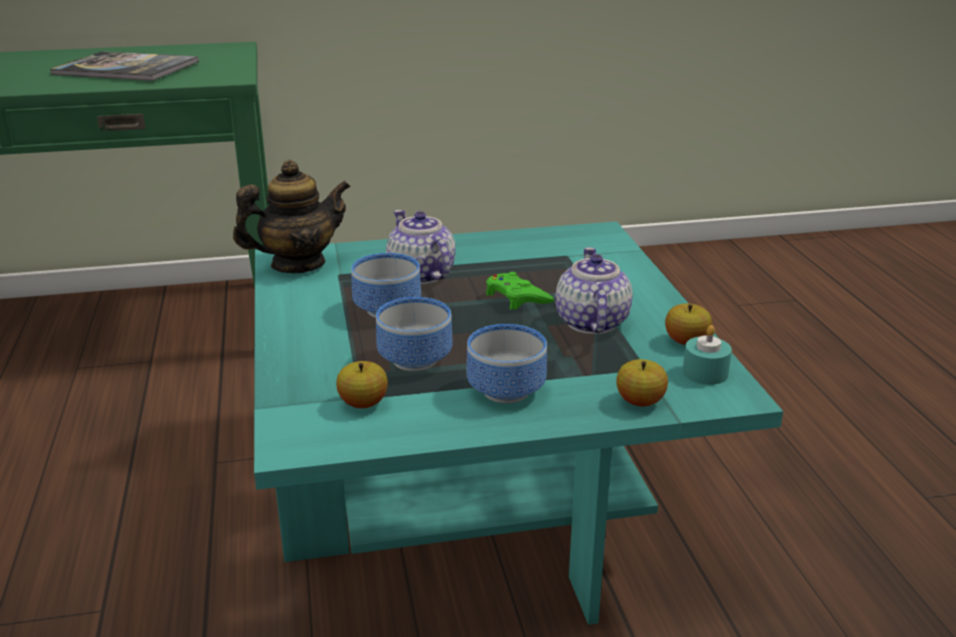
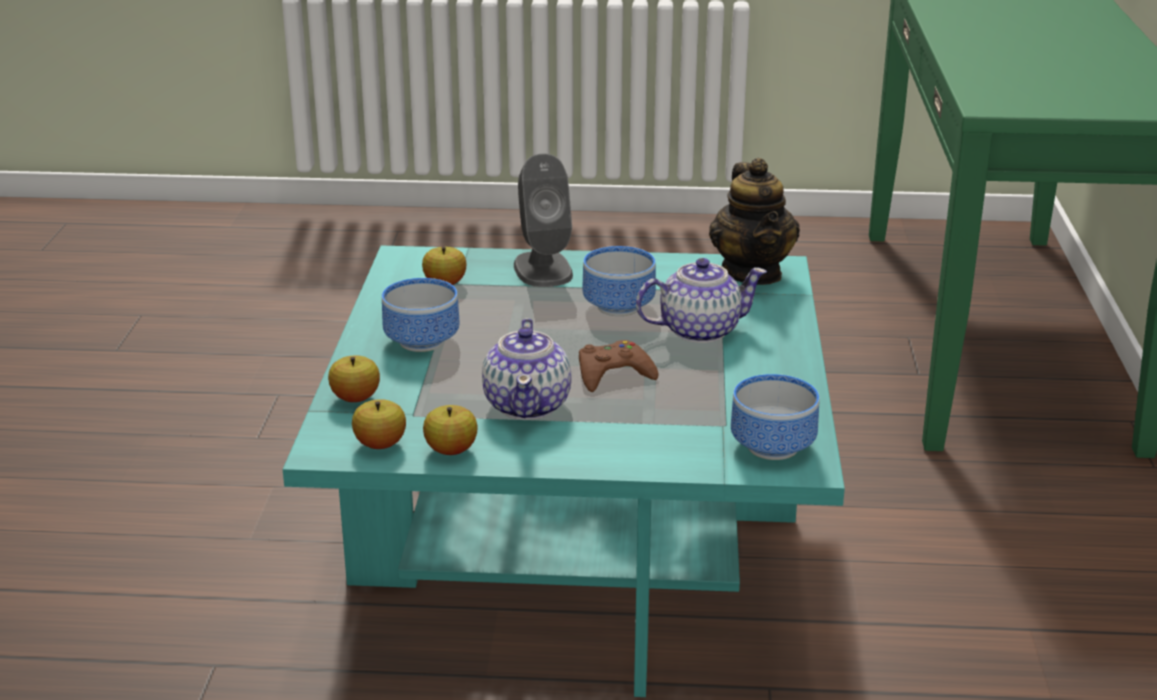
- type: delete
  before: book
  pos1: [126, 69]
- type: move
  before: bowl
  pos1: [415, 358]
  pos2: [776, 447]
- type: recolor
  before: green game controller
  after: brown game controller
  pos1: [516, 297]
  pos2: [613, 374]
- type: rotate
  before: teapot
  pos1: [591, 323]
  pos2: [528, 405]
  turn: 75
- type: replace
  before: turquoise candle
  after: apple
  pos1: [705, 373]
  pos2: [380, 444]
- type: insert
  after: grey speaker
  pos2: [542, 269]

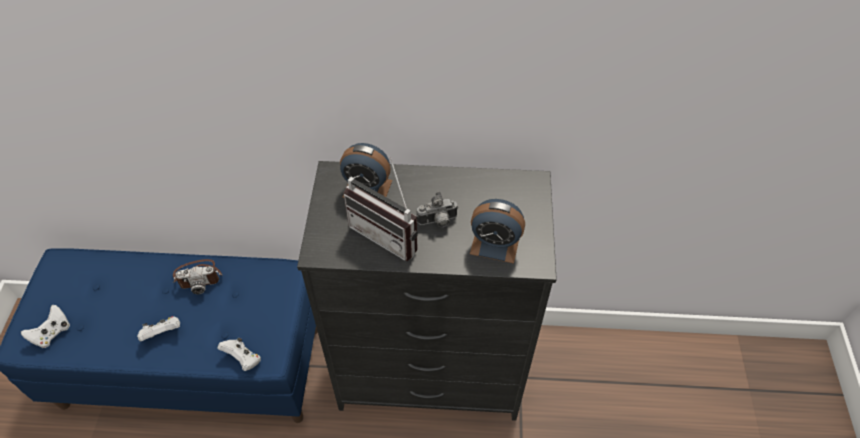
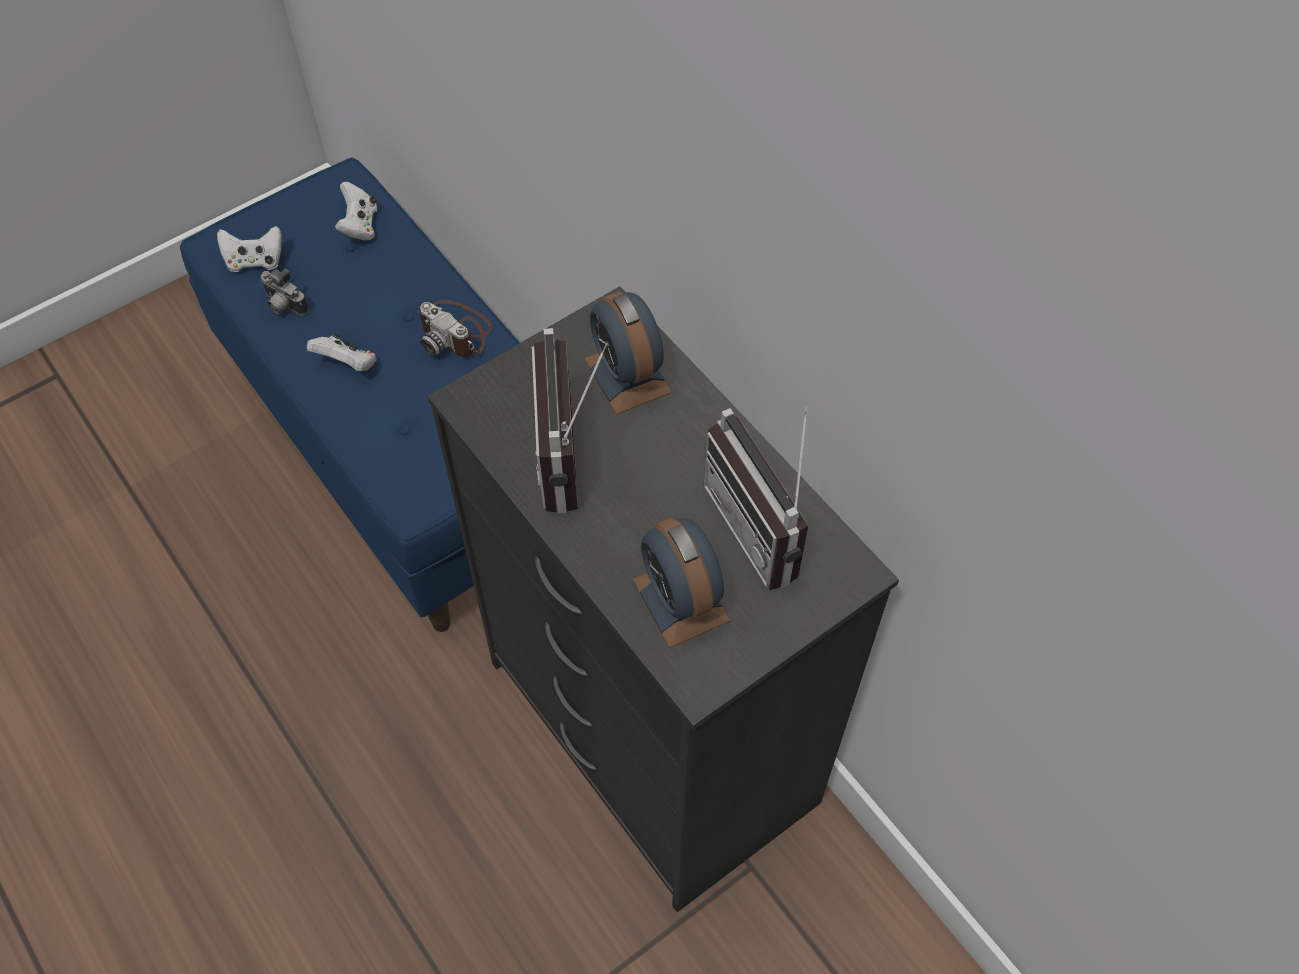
- type: move
  before: white game controller
  pos1: [243, 359]
  pos2: [360, 225]
- type: move
  before: photo camera
  pos1: [438, 222]
  pos2: [284, 306]
- type: insert
  after: radio
  pos2: [766, 527]

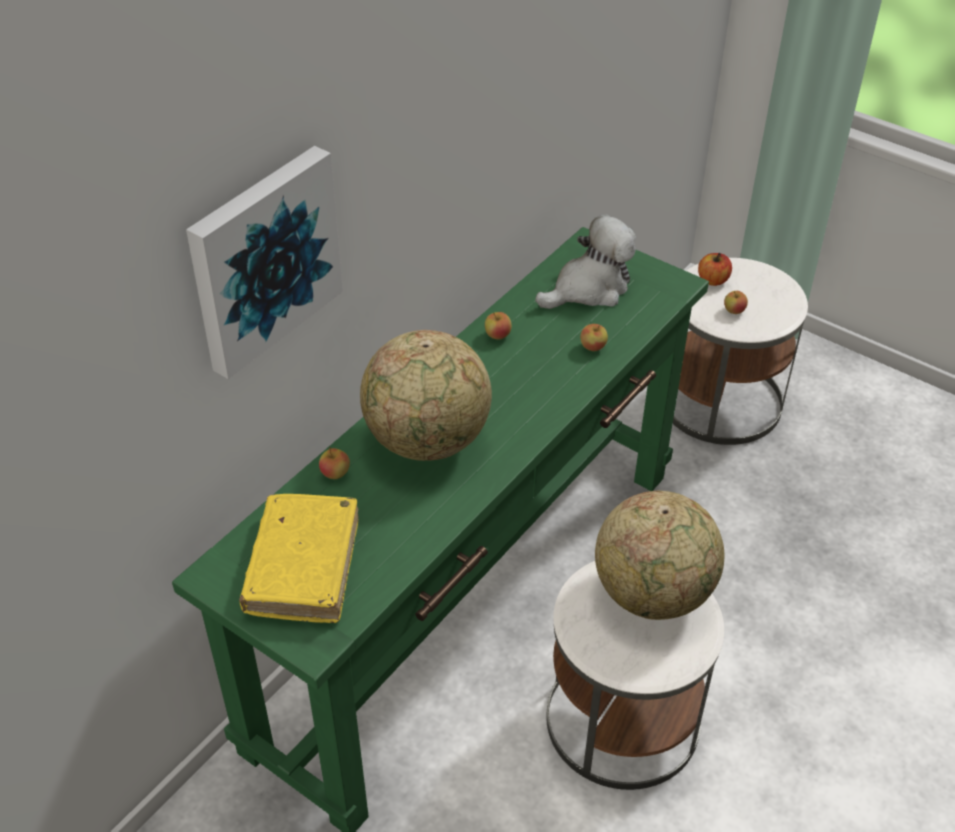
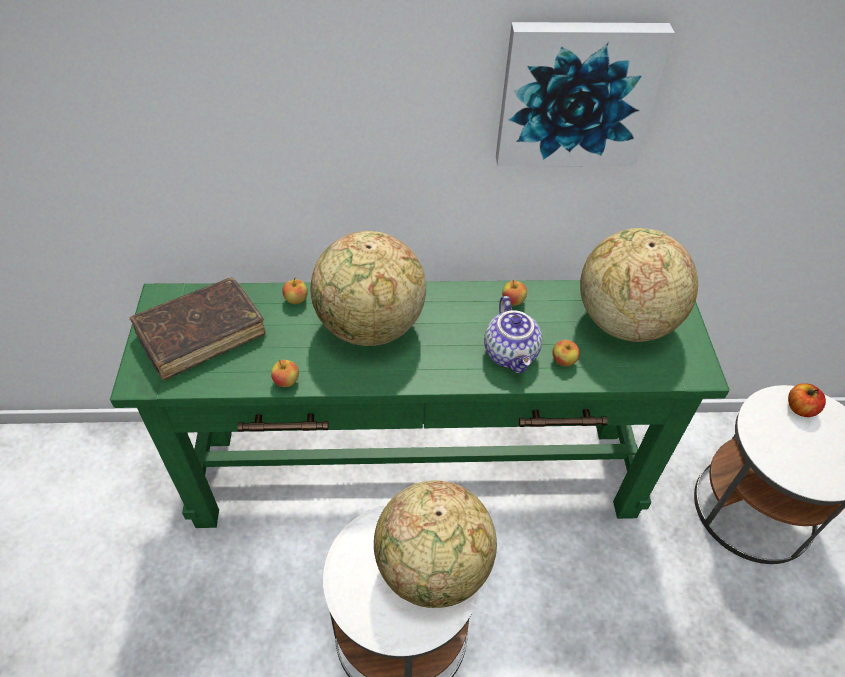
- type: move
  before: picture
  pos1: [263, 259]
  pos2: [576, 94]
- type: recolor
  before: yellow book
  after: brown book
  pos1: [303, 567]
  pos2: [201, 334]
- type: replace
  before: plush toy
  after: globe
  pos1: [589, 289]
  pos2: [624, 322]
- type: move
  before: apple
  pos1: [734, 311]
  pos2: [286, 381]
- type: insert
  after: teapot
  pos2: [512, 354]

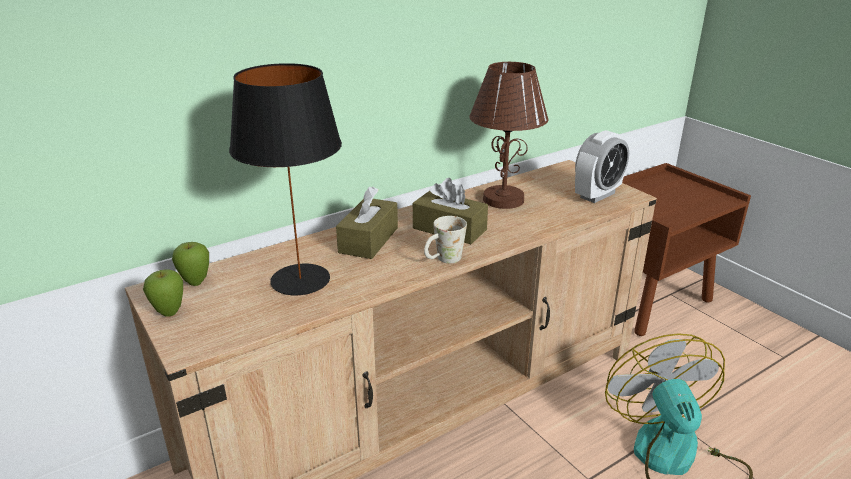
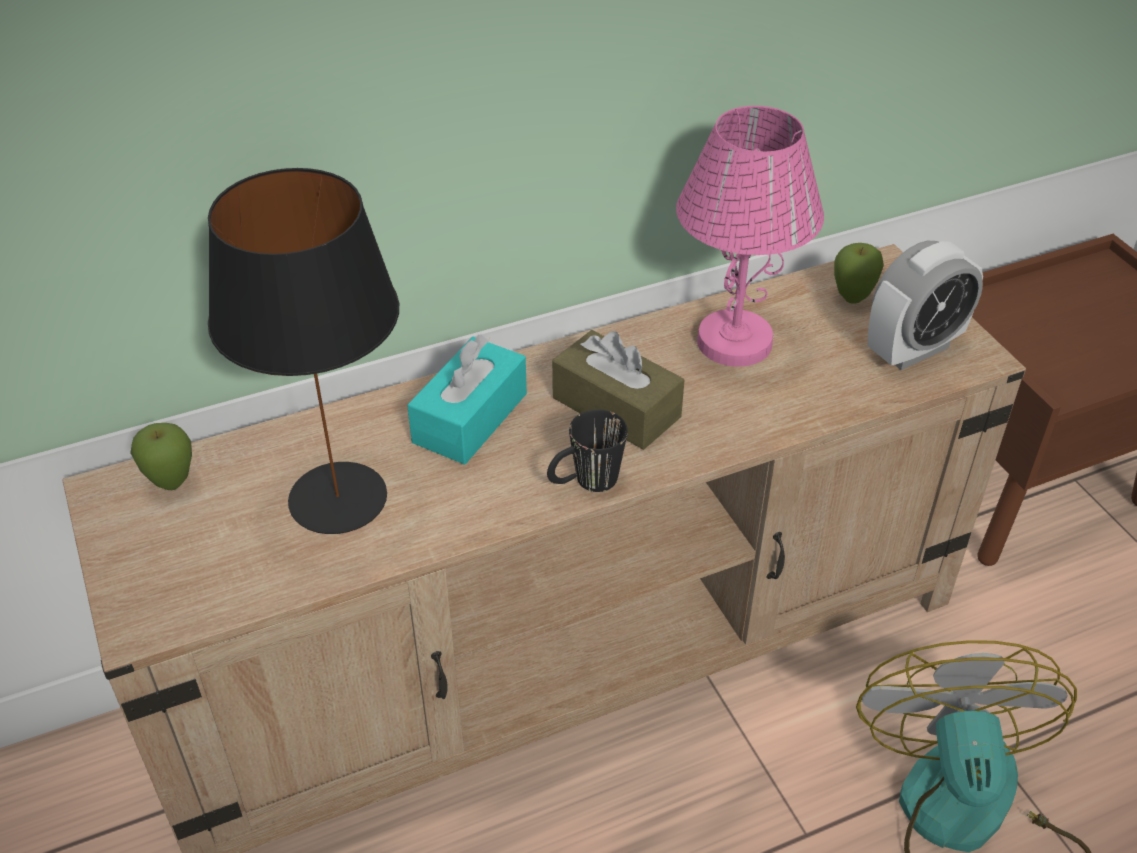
- type: move
  before: apple
  pos1: [169, 313]
  pos2: [852, 299]
- type: recolor
  before: brown tissue box
  after: turquoise tissue box
  pos1: [368, 240]
  pos2: [470, 418]
- type: recolor
  before: white mug
  after: black mug
  pos1: [443, 260]
  pos2: [585, 483]
- type: recolor
  before: brown table lamp
  after: pink table lamp
  pos1: [503, 199]
  pos2: [734, 341]

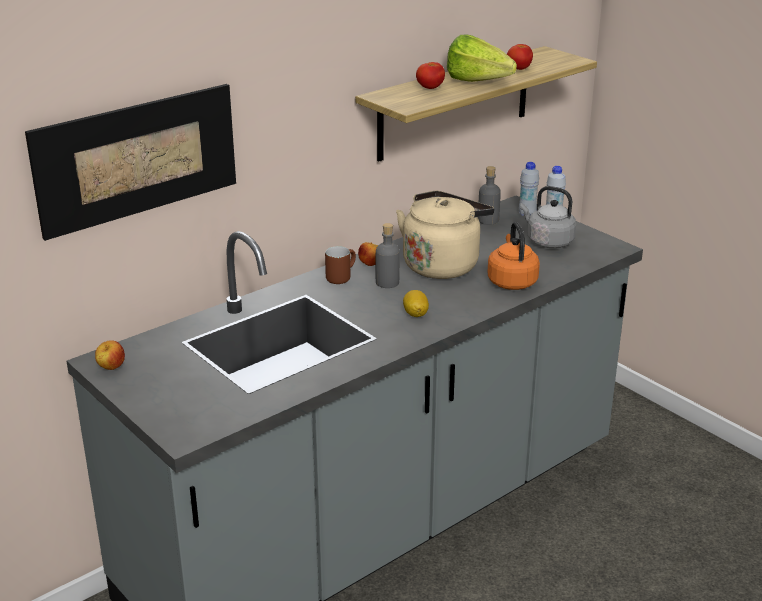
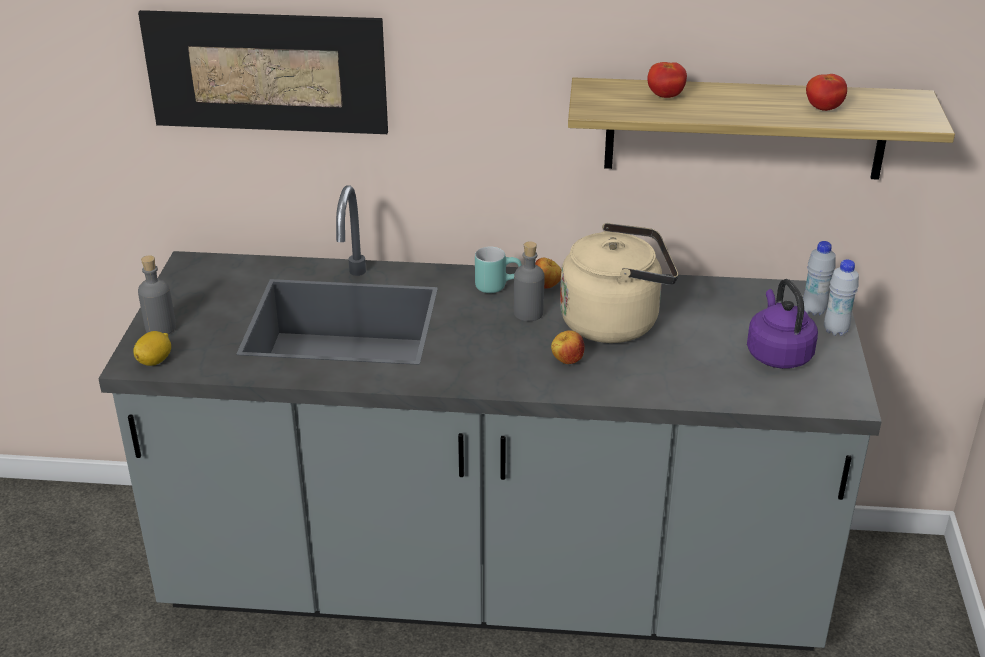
- type: move
  before: apple
  pos1: [111, 368]
  pos2: [567, 361]
- type: recolor
  before: brown mug
  after: turquoise mug
  pos1: [340, 277]
  pos2: [497, 285]
- type: move
  before: lemon
  pos1: [415, 314]
  pos2: [155, 361]
- type: delete
  before: lettuce
  pos1: [482, 83]
- type: move
  before: grey bottle
  pos1: [488, 220]
  pos2: [160, 328]
- type: delete
  before: orange kettle
  pos1: [511, 281]
- type: recolor
  before: grey kettle
  after: purple kettle
  pos1: [547, 241]
  pos2: [777, 353]

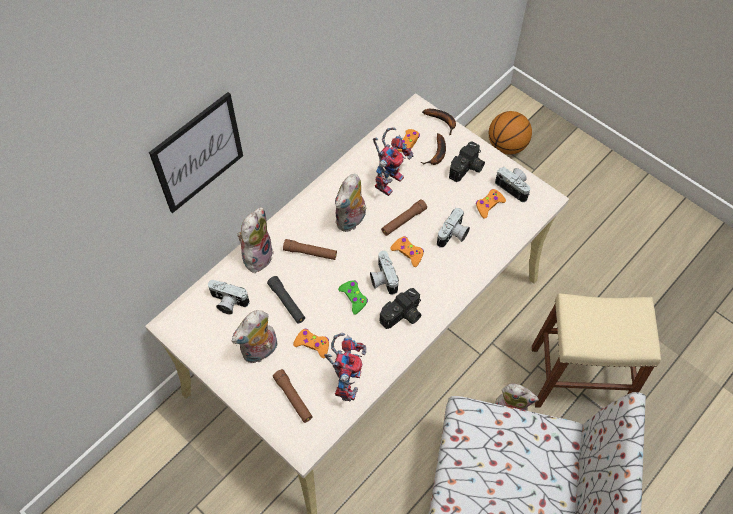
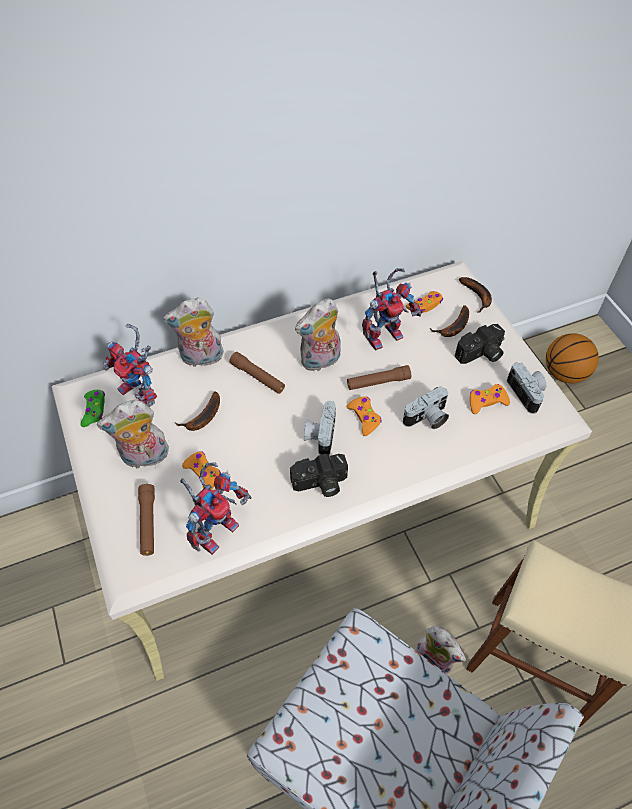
- type: delete
  before: picture
  pos1: [198, 153]
- type: replace
  before: photo camera
  after: toy robot
  pos1: [227, 302]
  pos2: [142, 394]
- type: rotate
  before: plush toy
  pos1: [257, 255]
  pos2: [201, 358]
  turn: -150
- type: replace
  before: black flashlight
  after: banana
  pos1: [287, 302]
  pos2: [203, 418]
- type: move
  before: green game controller
  pos1: [353, 298]
  pos2: [94, 410]

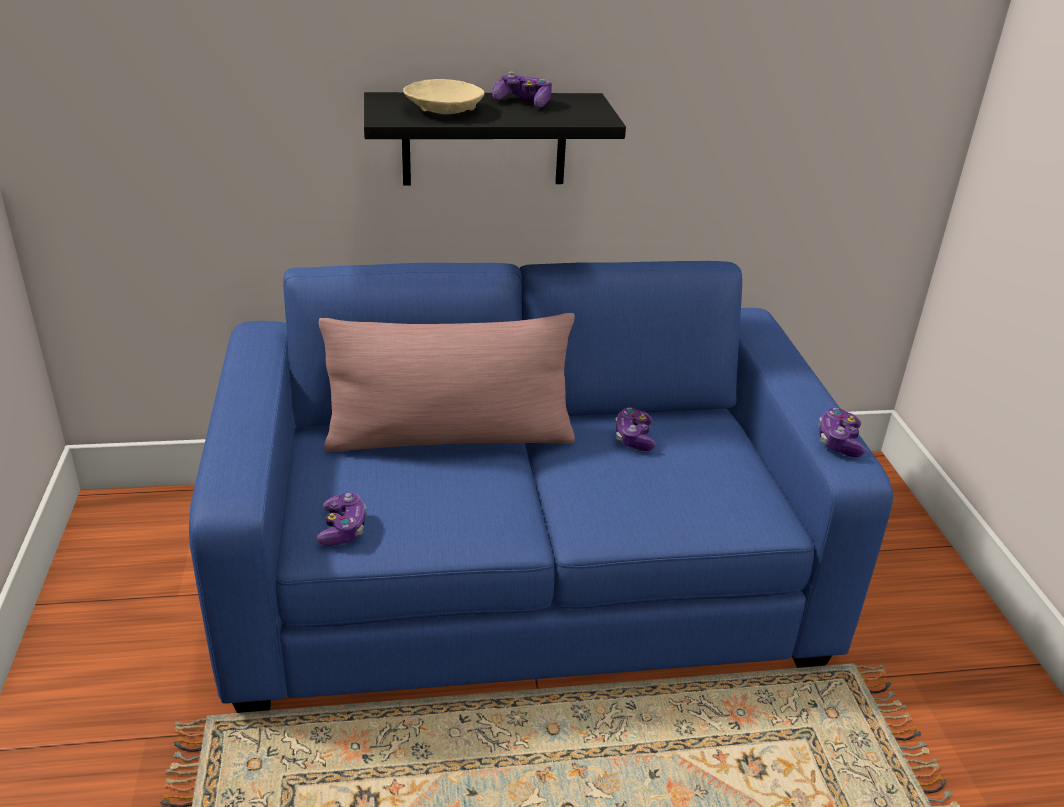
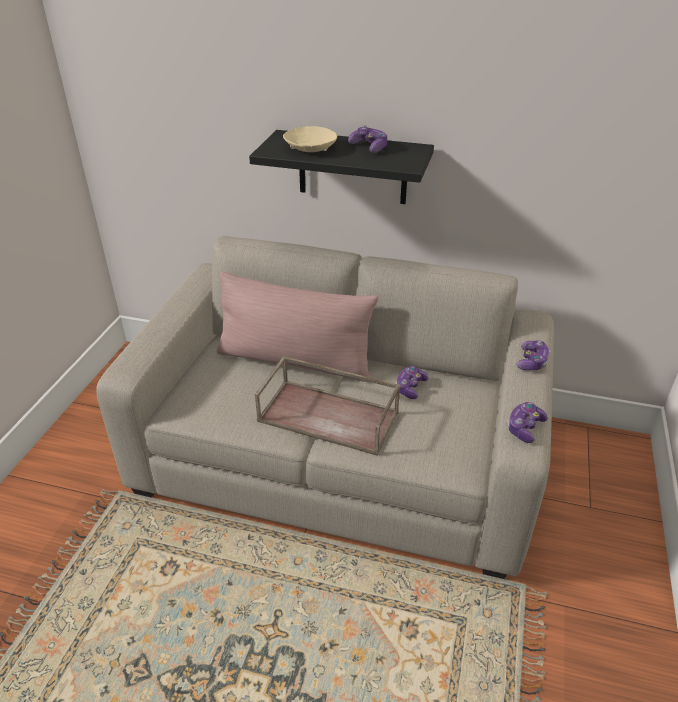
- type: recolor
  before: blue sofa
  after: beige sofa
  pos1: [523, 572]
  pos2: [339, 455]
- type: move
  before: game controller
  pos1: [343, 529]
  pos2: [531, 362]
- type: insert
  after: brown tray
  pos2: [330, 416]

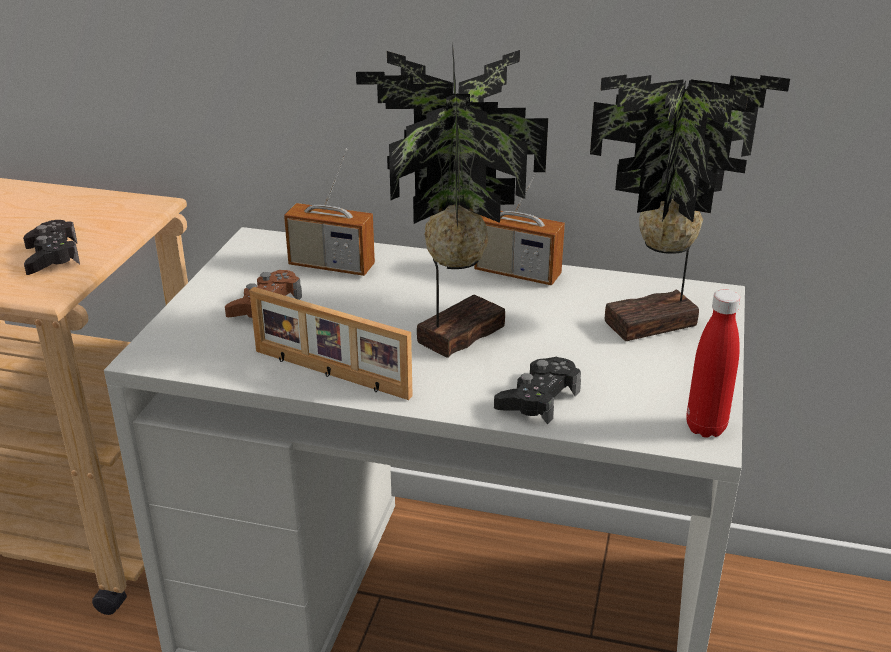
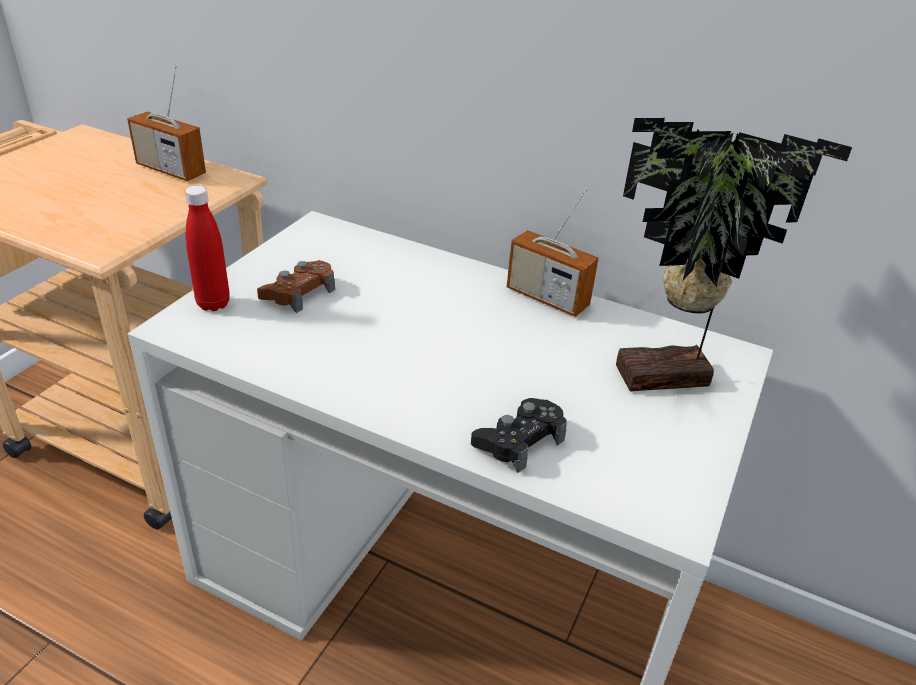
- type: delete
  before: black game controller
  pos1: [52, 256]
- type: delete
  before: picture frame
  pos1: [330, 374]
- type: move
  before: radio
  pos1: [331, 266]
  pos2: [171, 170]
- type: delete
  before: potted plant
  pos1: [455, 333]
- type: move
  before: red bottle
  pos1: [705, 427]
  pos2: [213, 304]

